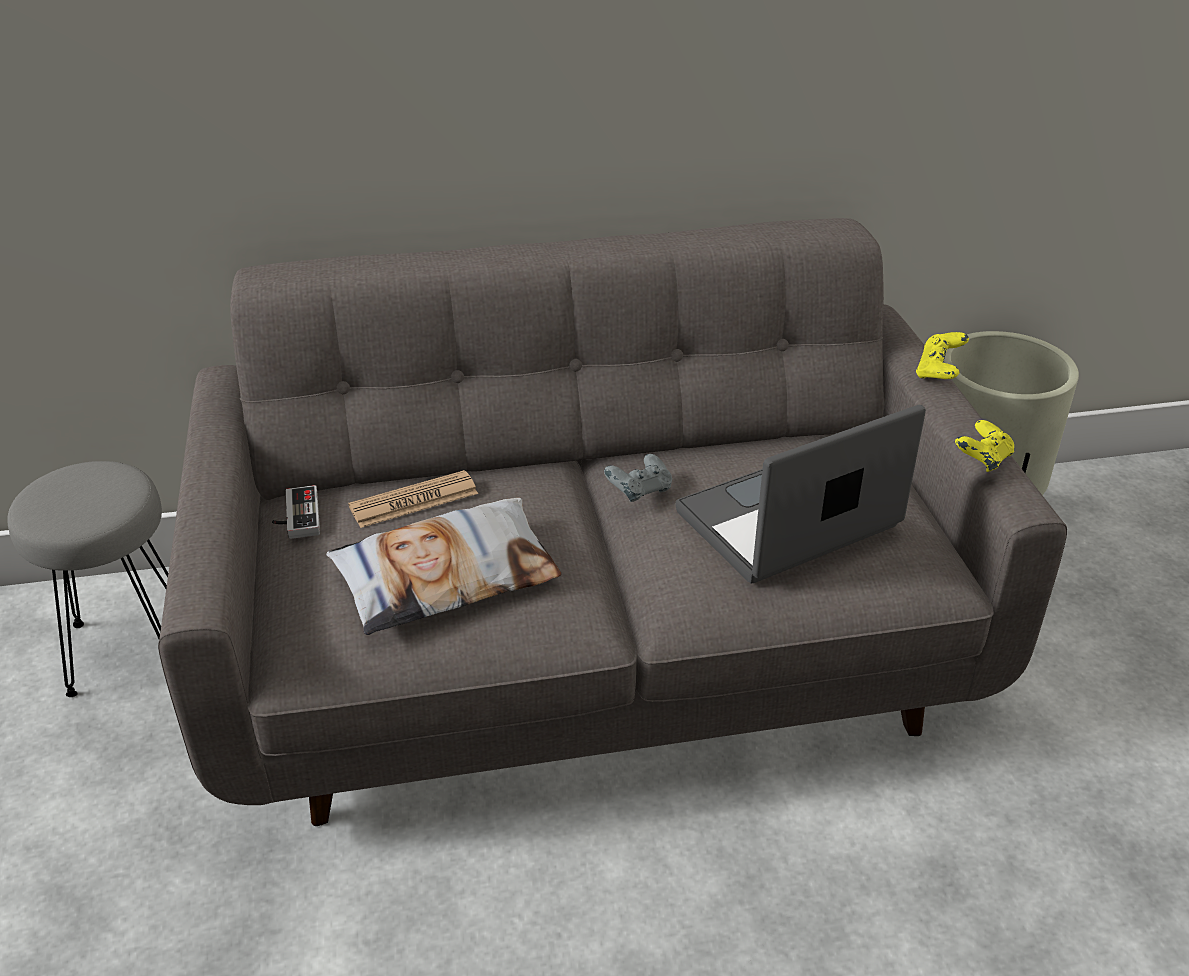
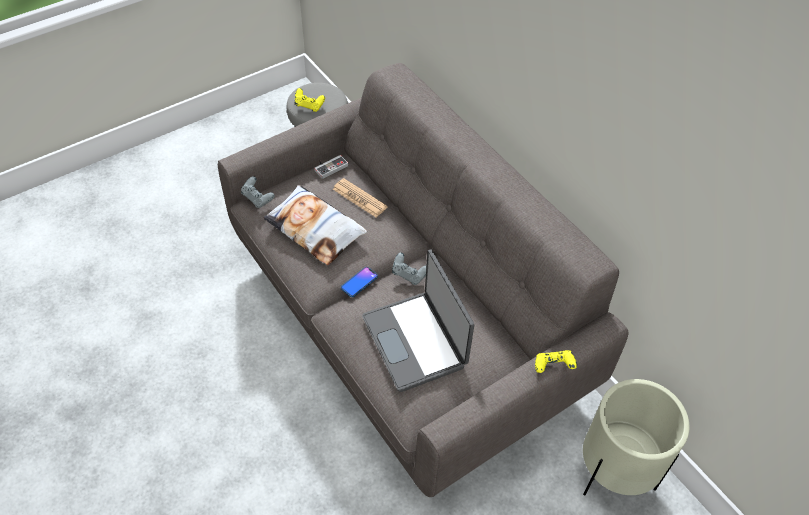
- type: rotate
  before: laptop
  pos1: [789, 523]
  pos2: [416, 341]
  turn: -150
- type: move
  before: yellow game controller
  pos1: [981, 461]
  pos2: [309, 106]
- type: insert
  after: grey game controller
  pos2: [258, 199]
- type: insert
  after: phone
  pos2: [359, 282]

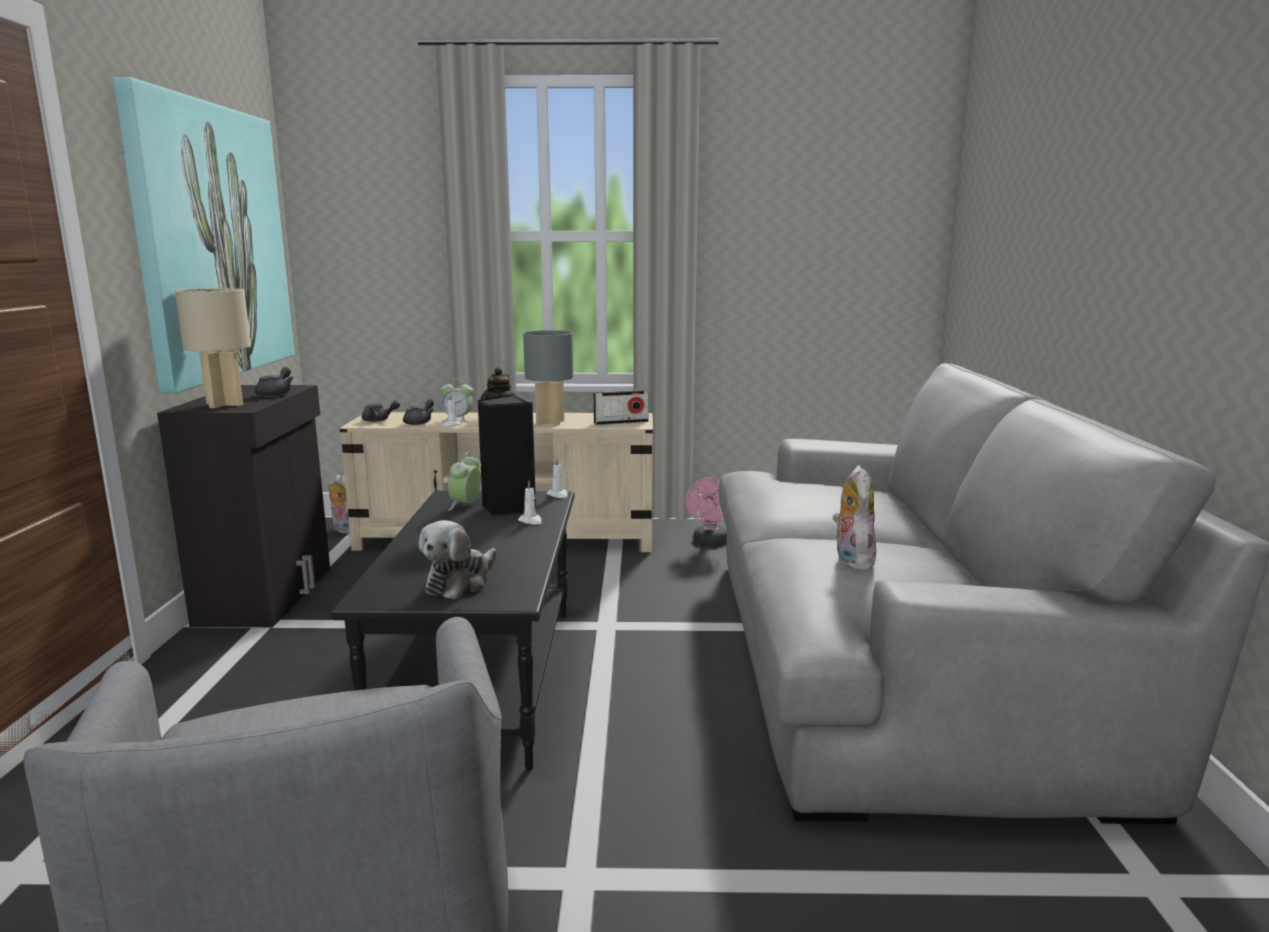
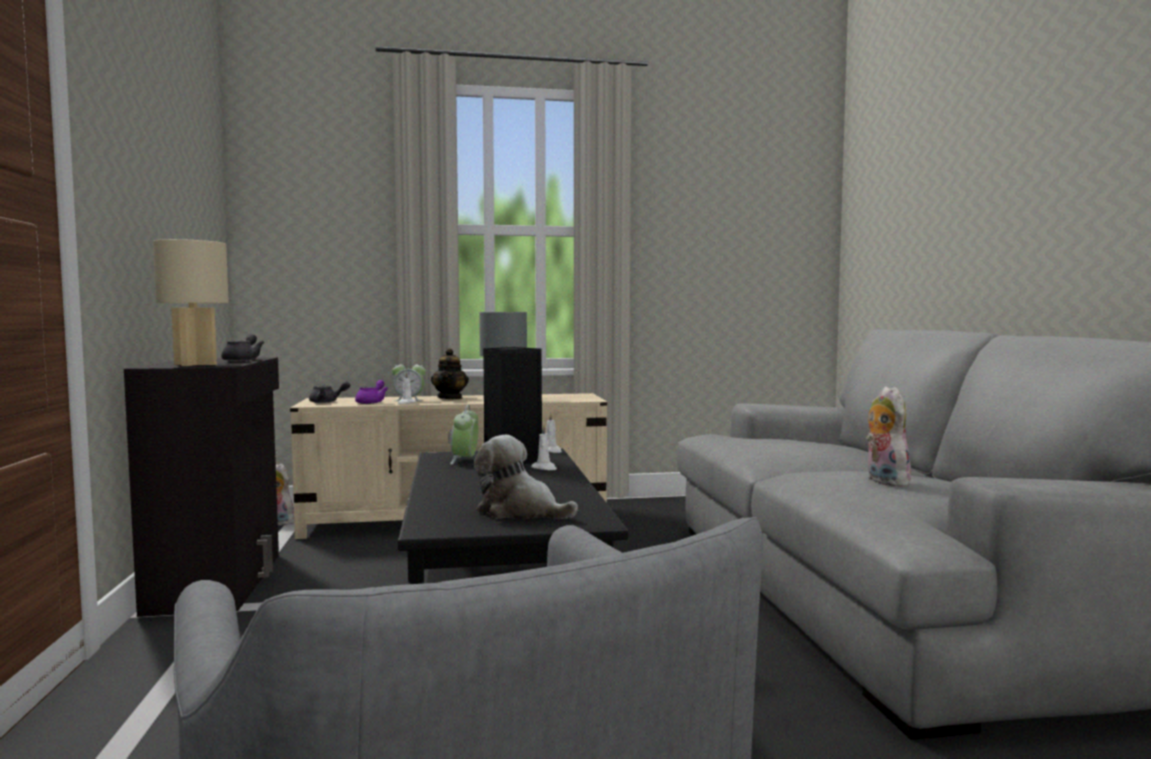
- type: delete
  before: picture
  pos1: [211, 242]
- type: recolor
  before: grey teapot
  after: purple teapot
  pos1: [420, 422]
  pos2: [372, 402]
- type: rotate
  before: plush toy
  pos1: [460, 582]
  pos2: [520, 512]
  turn: 105
- type: delete
  before: radio
  pos1: [621, 422]
- type: delete
  before: pink fan
  pos1: [710, 542]

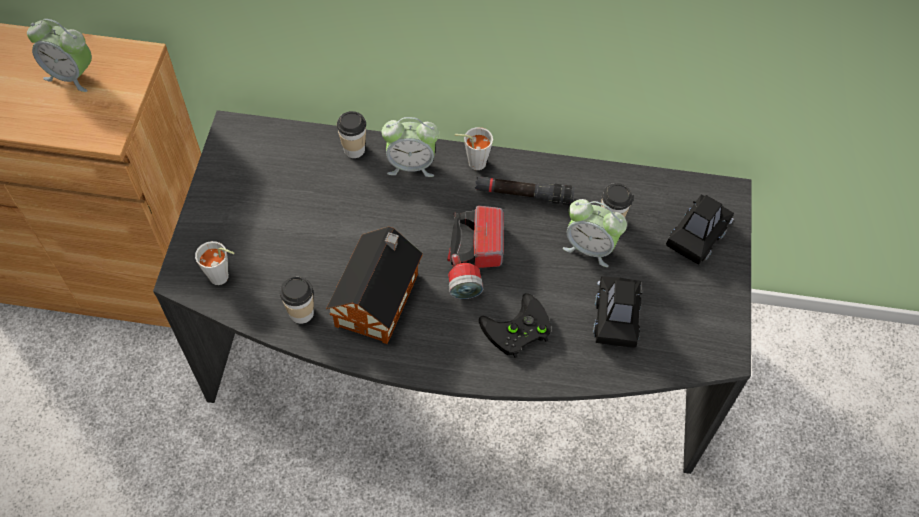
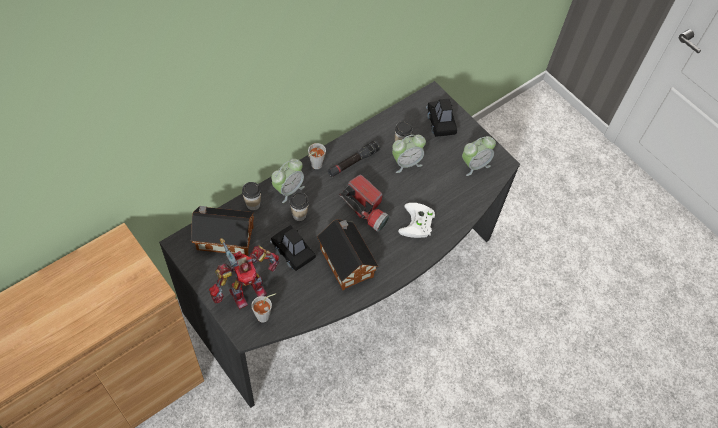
- type: move
  before: alarm clock
  pos1: [71, 75]
  pos2: [474, 165]
- type: move
  before: cup
  pos1: [301, 313]
  pos2: [299, 215]
- type: recolor
  before: black game controller
  after: white game controller
  pos1: [516, 331]
  pos2: [418, 224]
- type: move
  before: black toy car
  pos1: [616, 317]
  pos2: [293, 251]
- type: insert
  after: toy house
  pos2: [222, 237]
- type: insert
  after: toy robot
  pos2: [246, 290]

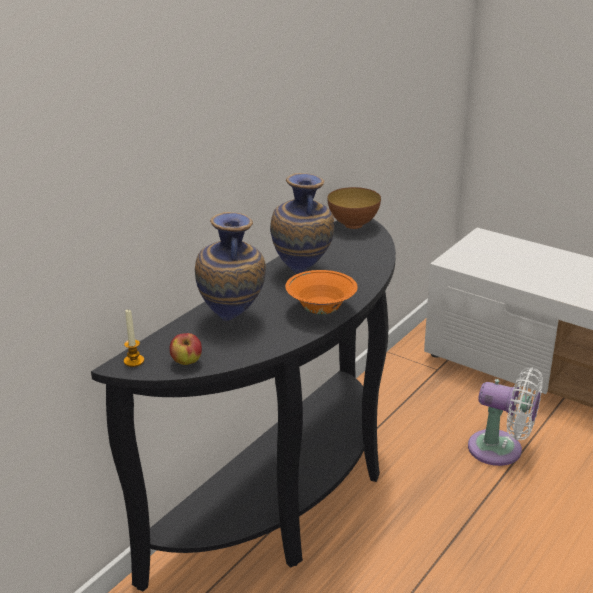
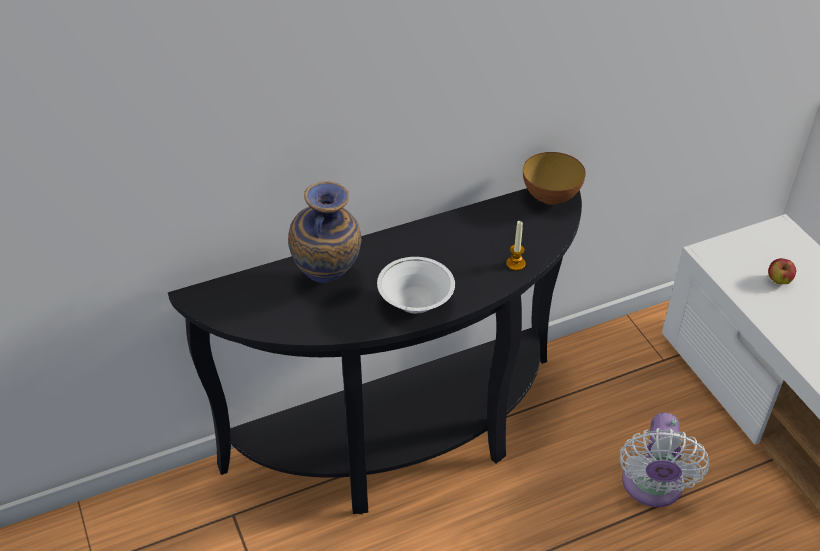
- type: move
  before: candle
  pos1: [134, 361]
  pos2: [515, 264]
- type: move
  before: apple
  pos1: [186, 362]
  pos2: [778, 280]
- type: delete
  before: vase
  pos1: [303, 271]
- type: recolor
  before: orange bowl
  after: white bowl
  pos1: [321, 310]
  pos2: [415, 304]
- type: rotate
  before: white fan
  pos1: [501, 450]
  pos2: [652, 487]
  turn: 45

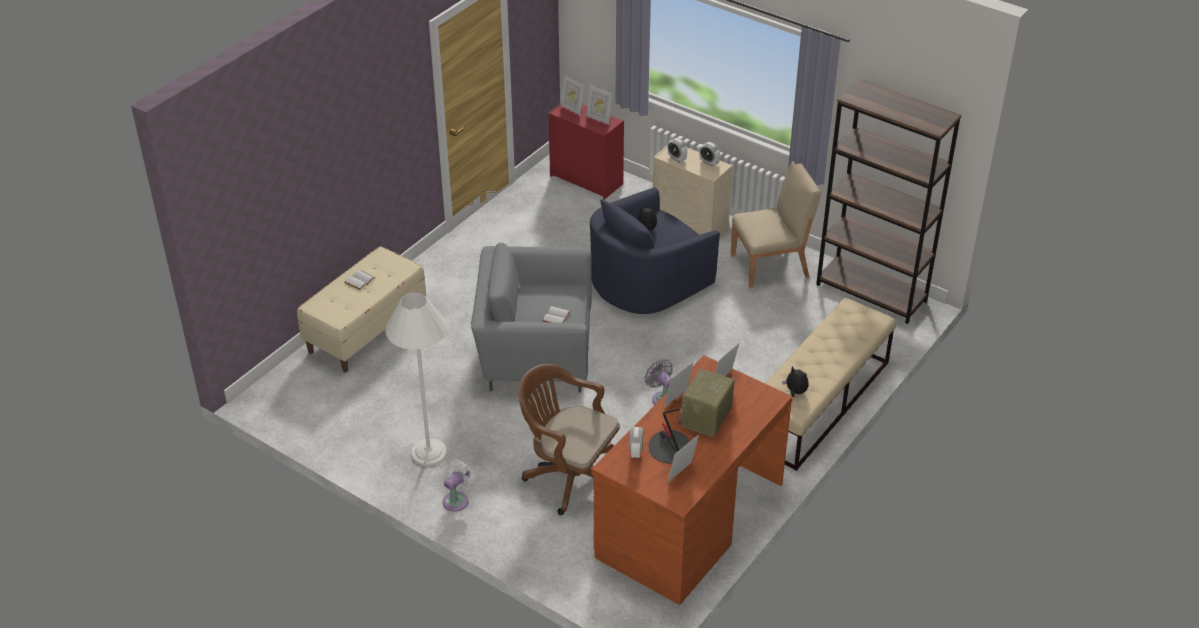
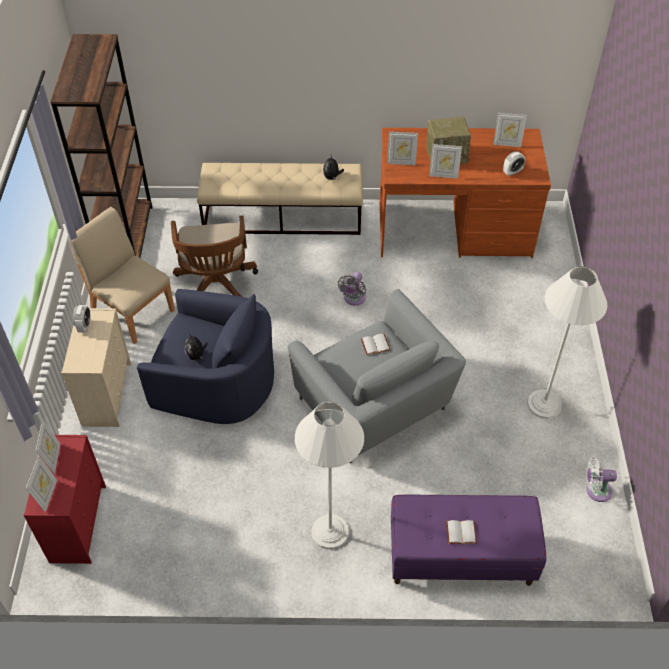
- type: recolor
  before: beige bench
  after: purple bench
  pos1: [366, 330]
  pos2: [460, 557]
- type: move
  before: white fan
  pos1: [457, 500]
  pos2: [595, 490]
- type: move
  before: brown office chair
  pos1: [569, 476]
  pos2: [216, 287]
- type: delete
  before: table lamp
  pos1: [669, 448]
- type: delete
  before: alarm clock
  pos1: [677, 159]
- type: insert
  after: white floor lamp
  pos2: [330, 532]

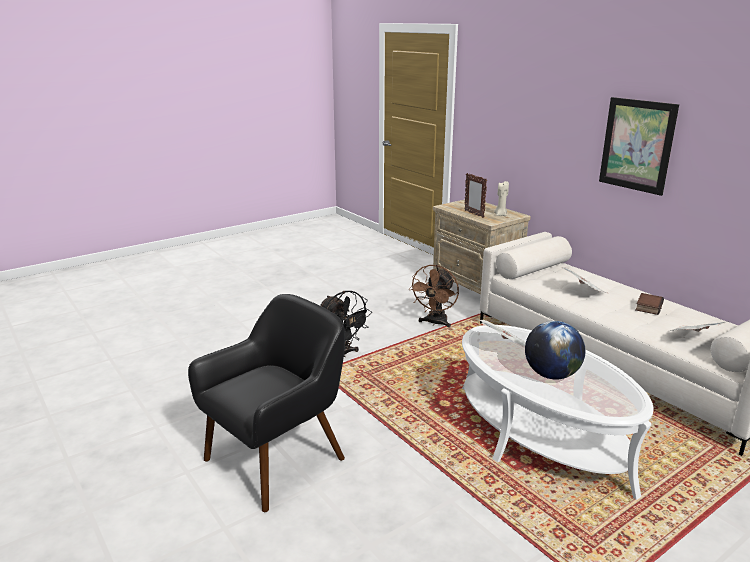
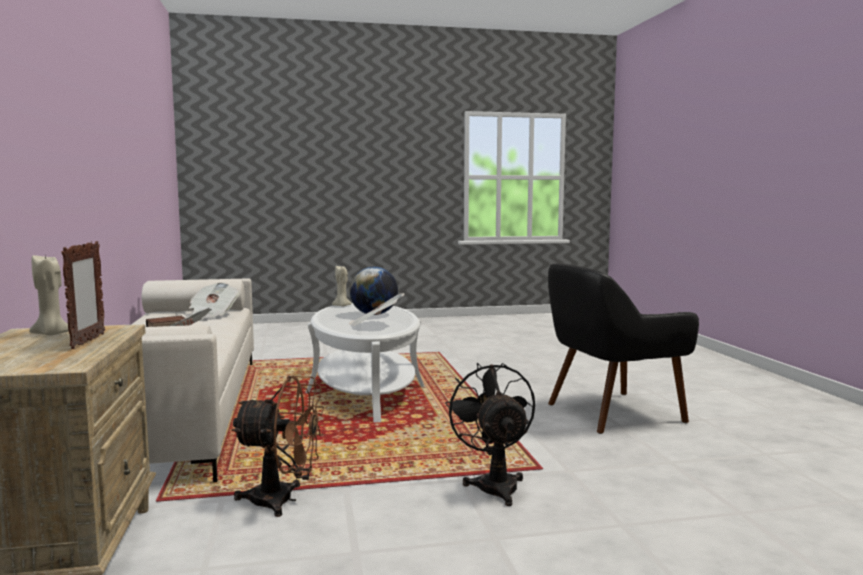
- type: rotate
  before: brown fan
  pos1: [435, 323]
  pos2: [283, 500]
  turn: 45
- type: delete
  before: picture
  pos1: [637, 145]
- type: insert
  after: beige candle
  pos2: [342, 306]

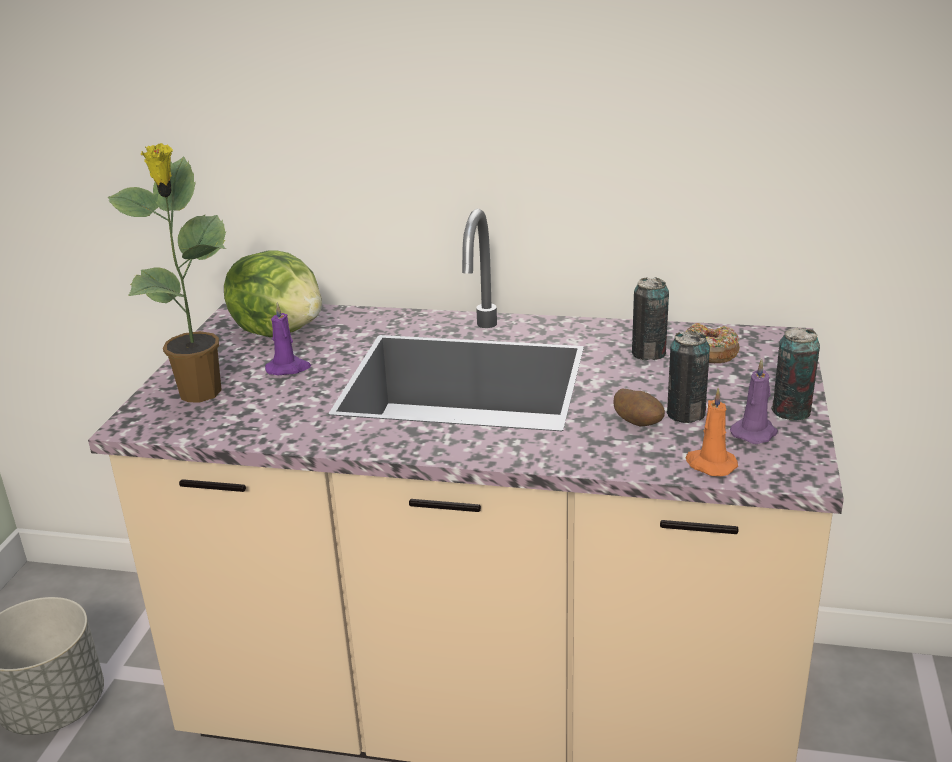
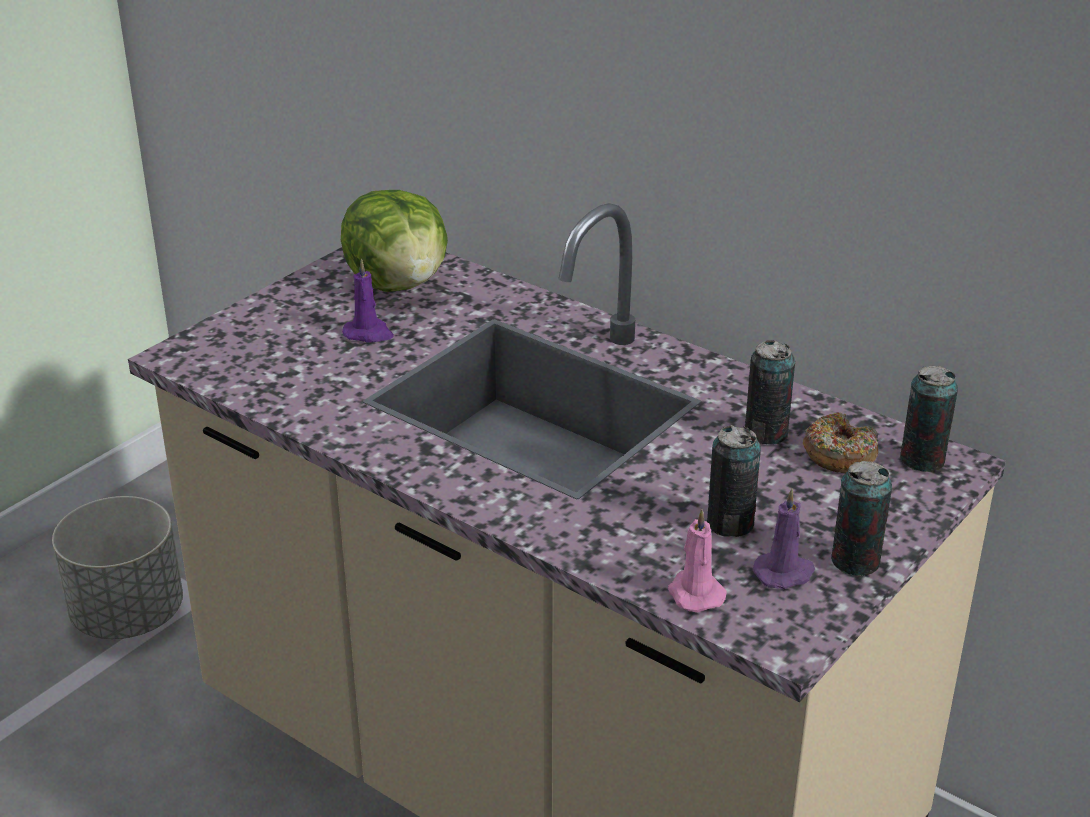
- type: delete
  before: potted plant
  pos1: [201, 394]
- type: delete
  before: potato
  pos1: [638, 424]
- type: recolor
  before: orange candle
  after: pink candle
  pos1: [709, 464]
  pos2: [694, 593]
- type: insert
  after: can
  pos2: [922, 460]

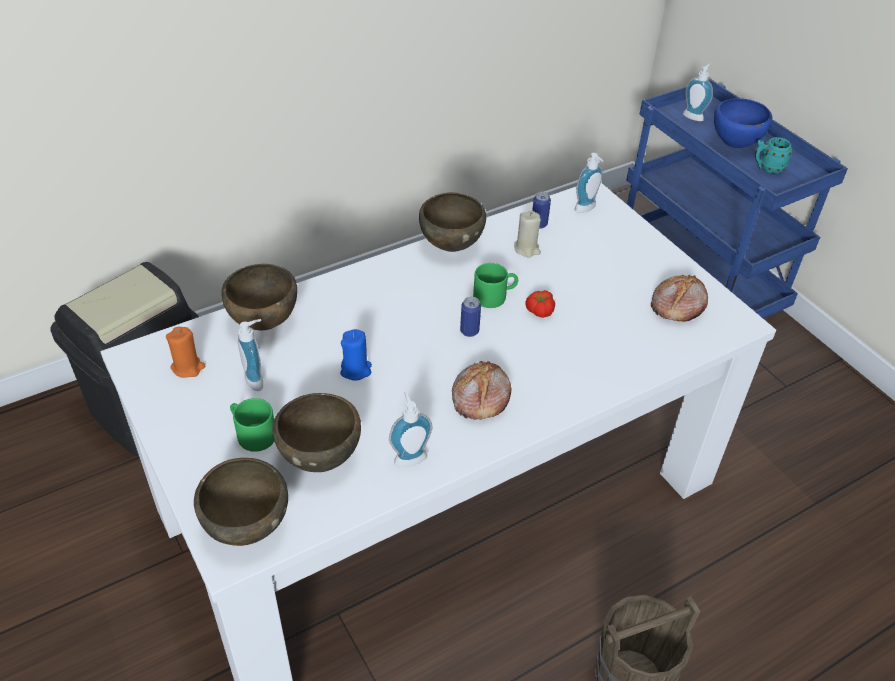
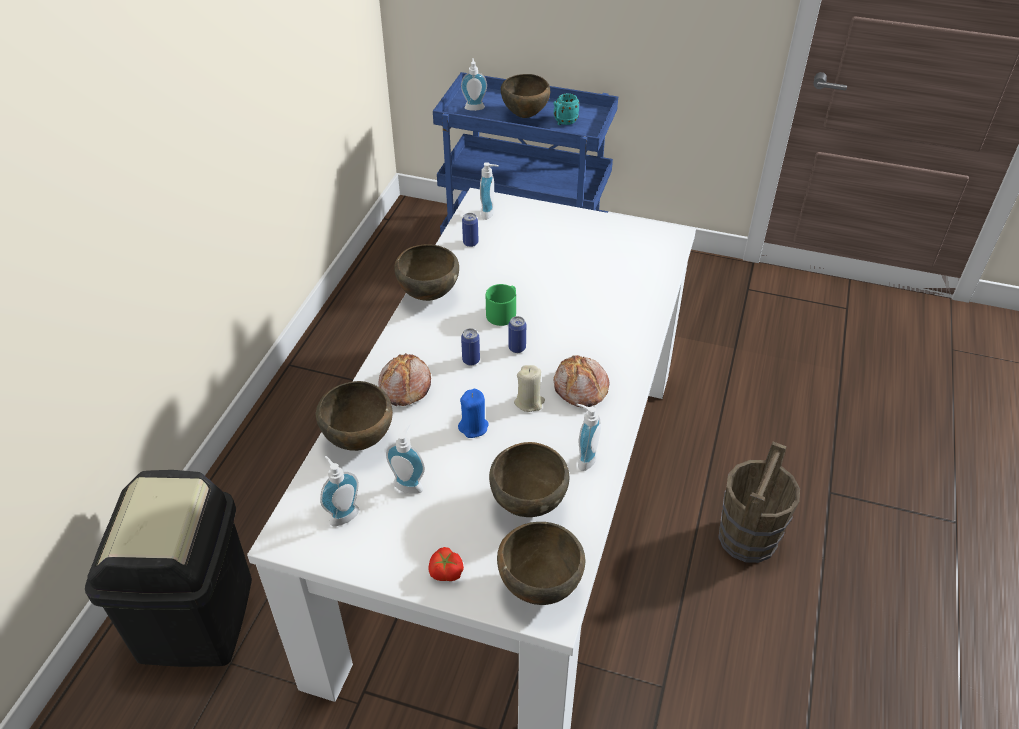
- type: replace
  before: orange candle
  after: soap dispenser
  pos1: [188, 367]
  pos2: [342, 514]
- type: delete
  before: green mug
  pos1: [251, 433]
- type: move
  before: beige candle
  pos1: [527, 249]
  pos2: [529, 402]
- type: move
  before: tomato
  pos1: [539, 311]
  pos2: [445, 572]
- type: move
  before: bread
  pos1: [676, 305]
  pos2: [404, 387]
- type: recolor
  before: blue bowl
  after: brown bowl
  pos1: [735, 145]
  pos2: [525, 115]
- type: insert
  after: can
  pos2: [471, 360]

